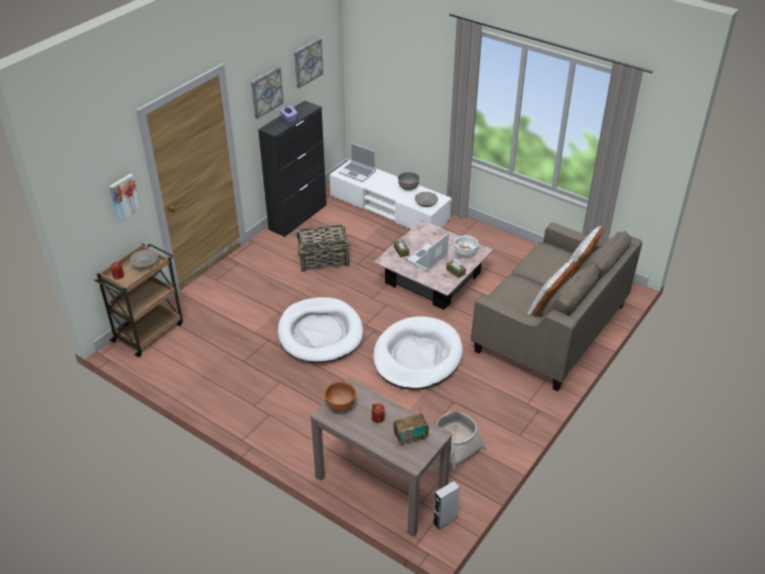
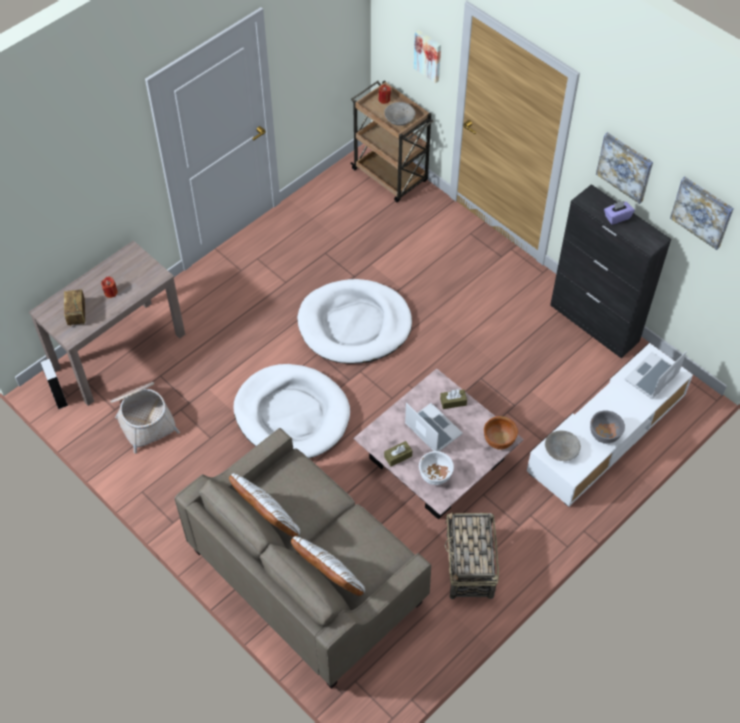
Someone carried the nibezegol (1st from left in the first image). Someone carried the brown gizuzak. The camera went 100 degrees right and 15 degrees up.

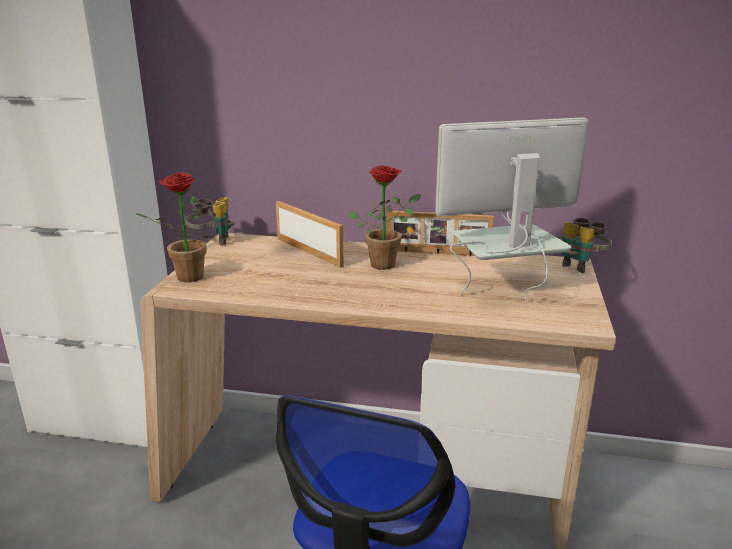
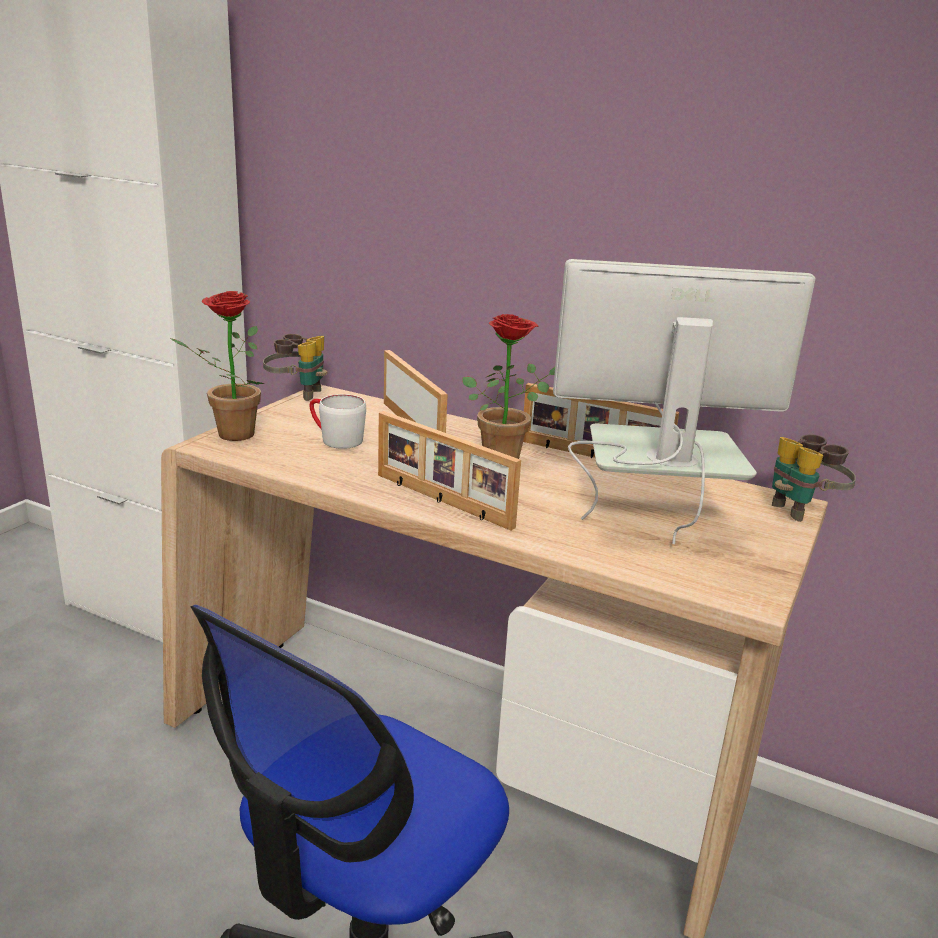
Someone put down the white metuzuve. Someone put down the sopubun (2nd from left). The camera went 15 degrees right and 0 degrees up.

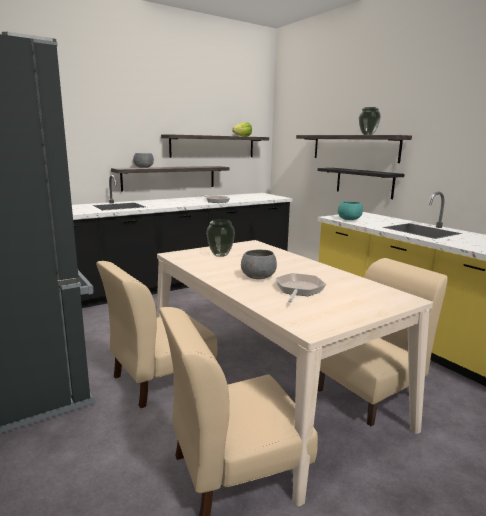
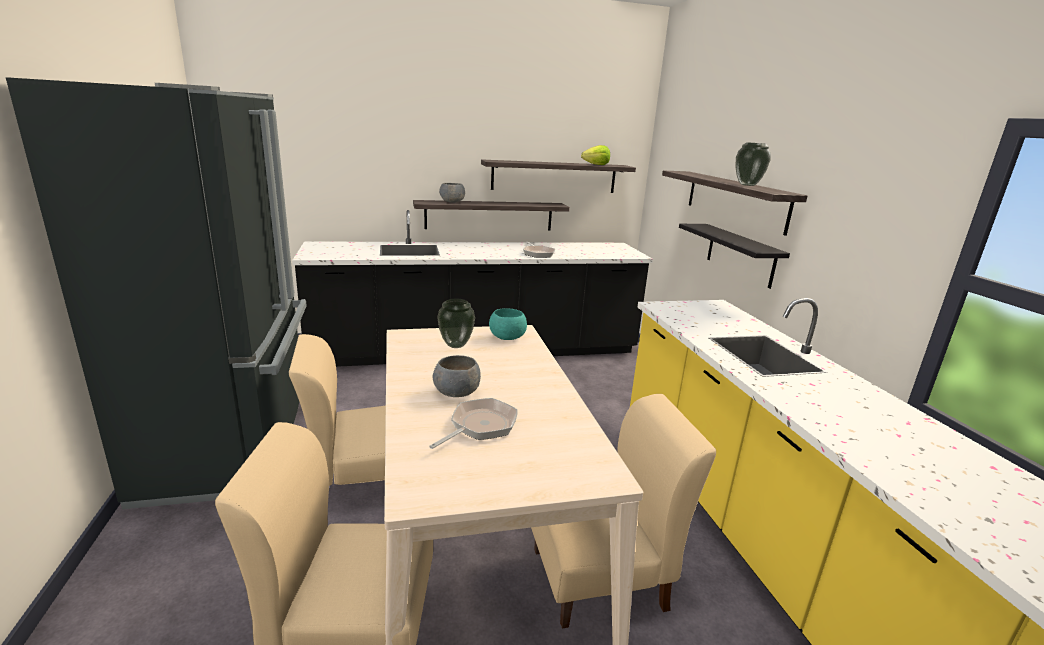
Someone carried the turquoise gizuzak. The camera went 20 degrees right and 5 degrees up.

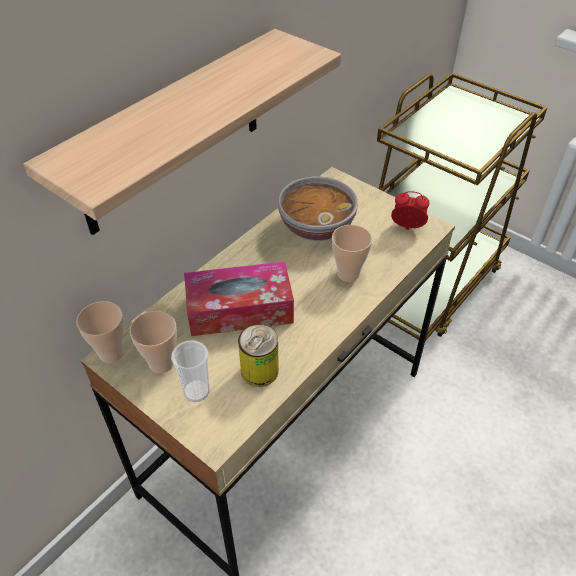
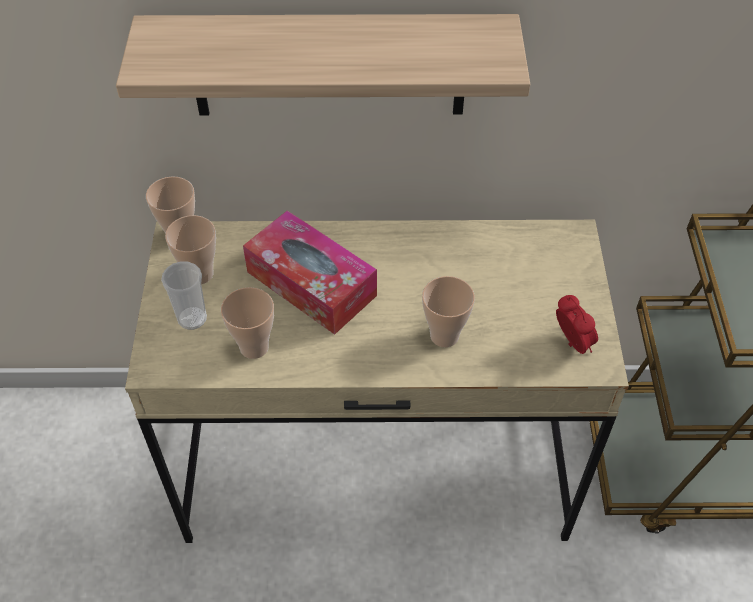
Someone swapped the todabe for the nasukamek (4th from left). Someone took away the gizuzak. The camera went 50 degrees right and 5 degrees up.

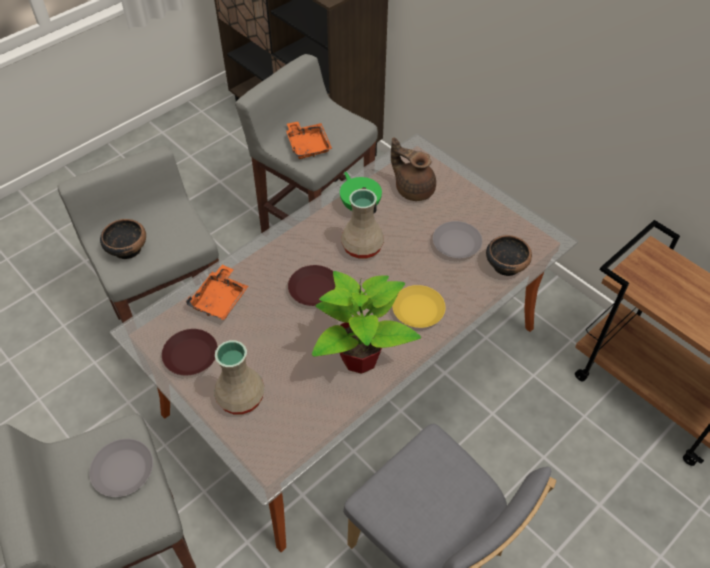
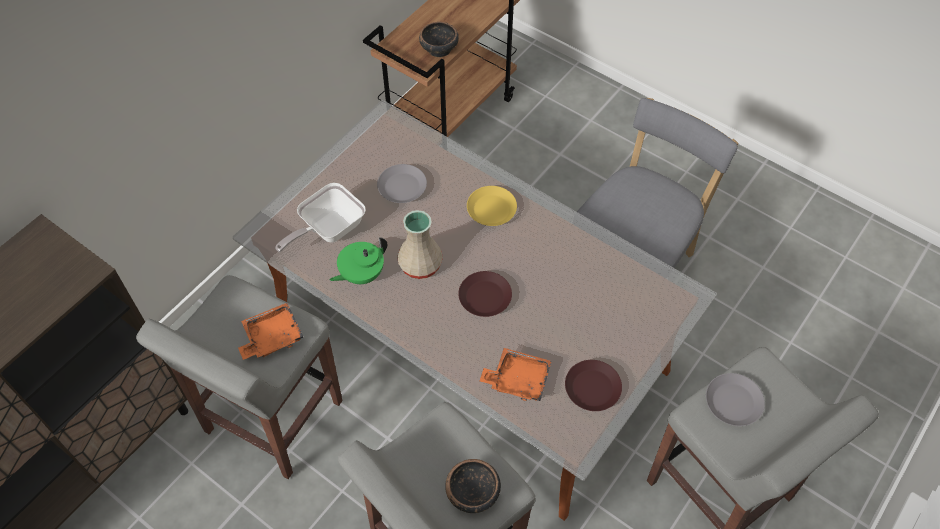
Someone swapped the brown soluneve for the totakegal. Someone carried the gizuzak (2nd from left in the first image). Someone took away the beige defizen (1st from left). Someone took away the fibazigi. The camera went 100 degrees left and 5 degrees up.

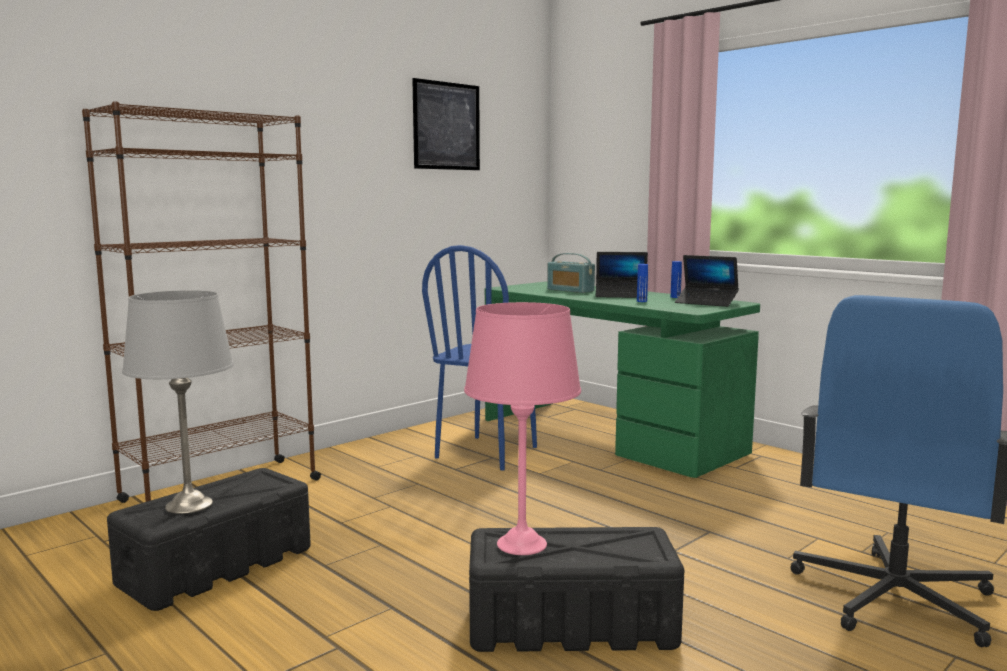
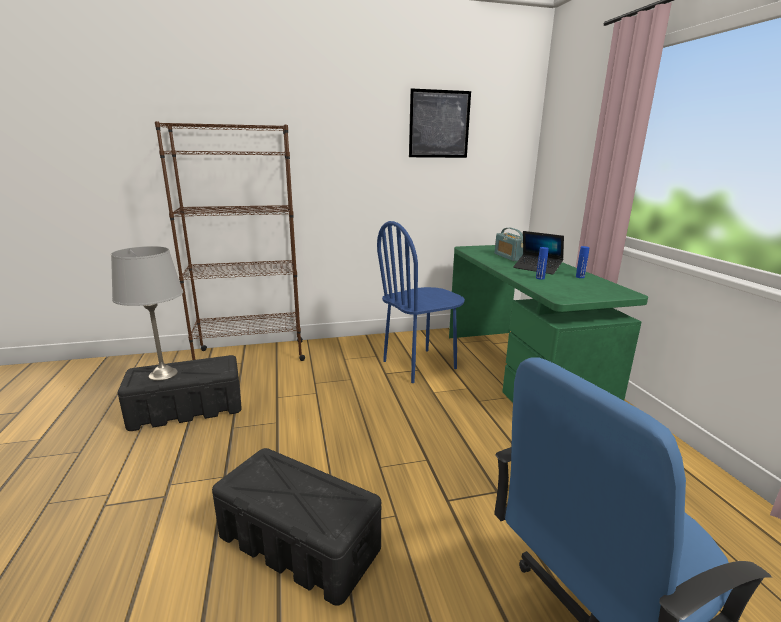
Someone took away the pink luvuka. Someone took away the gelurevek (2nd from left). The camera went 30 degrees right and 10 degrees up.

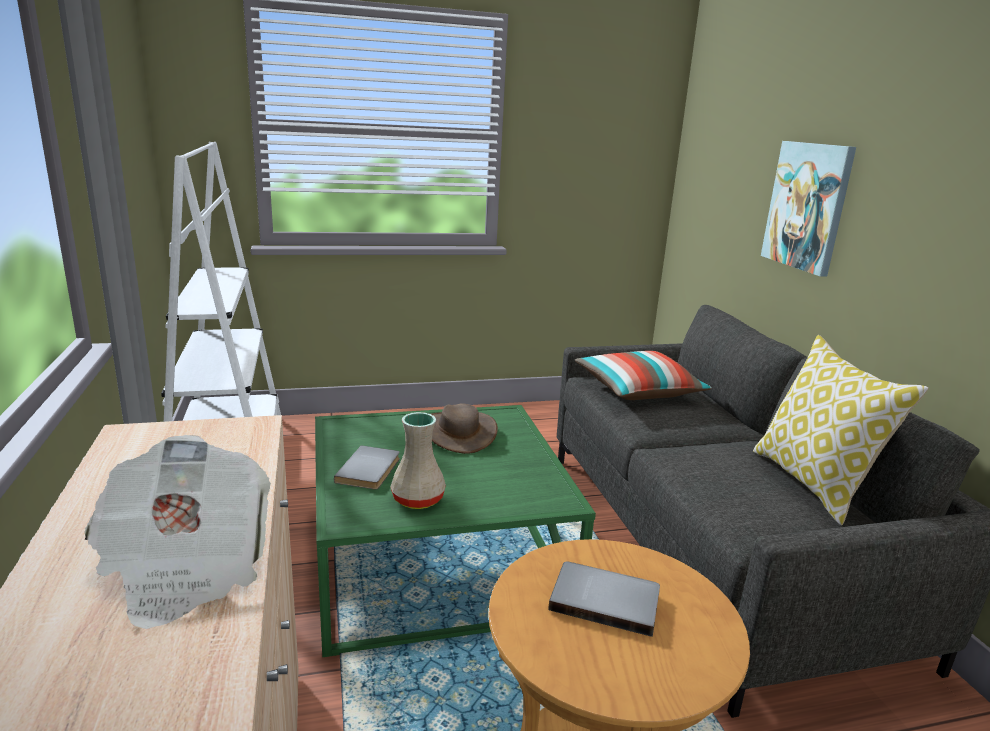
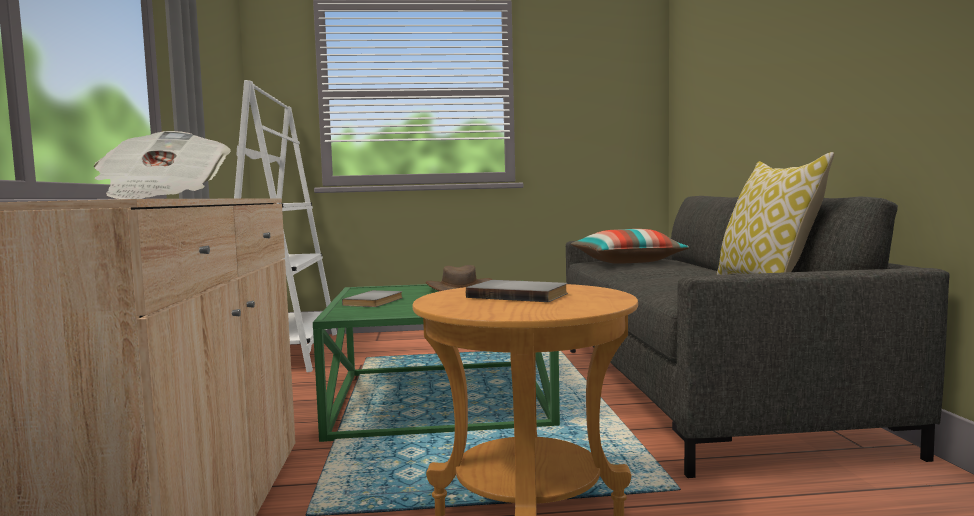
Someone took away the beige defizen. Someone took away the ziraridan. The camera went 10 degrees right and 15 degrees down.

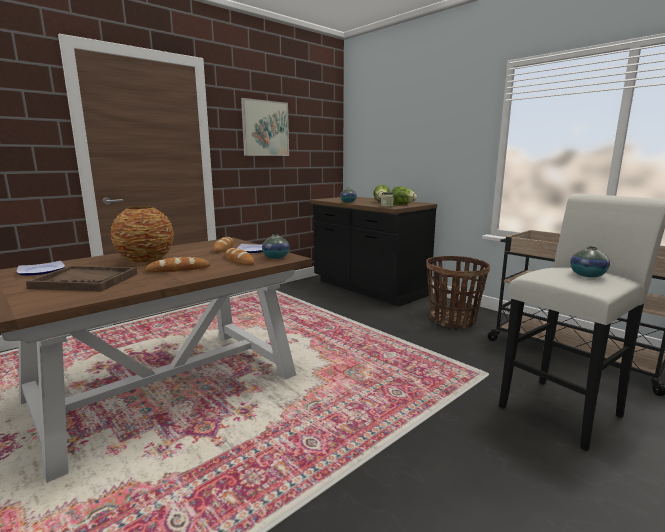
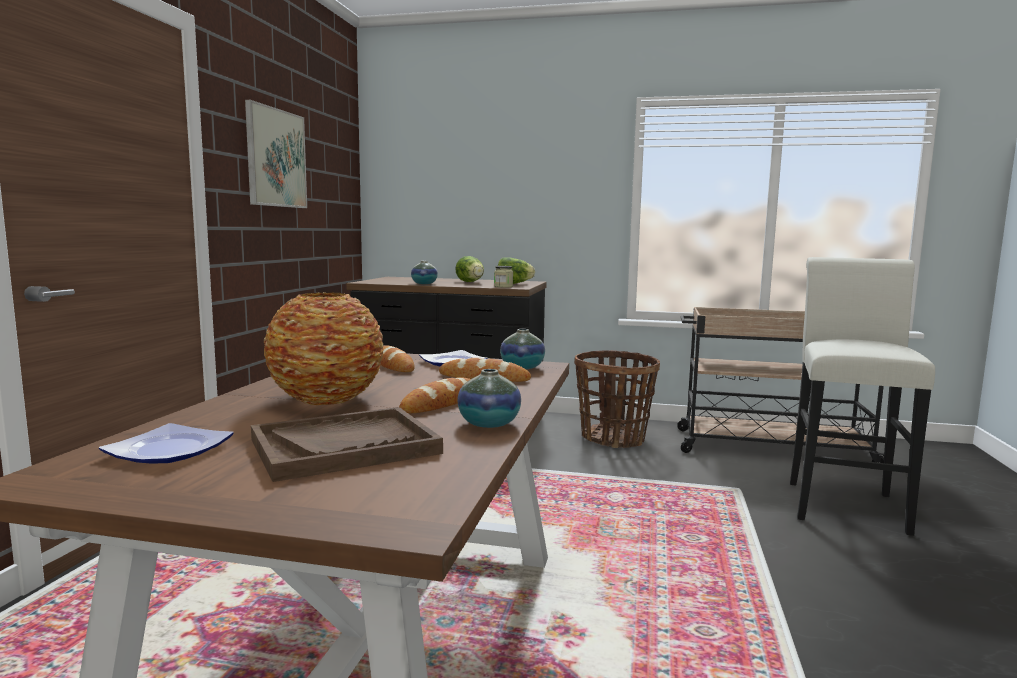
Someone carried the defizen (4th from left in the first image). The camera went 35 degrees left and 5 degrees down.

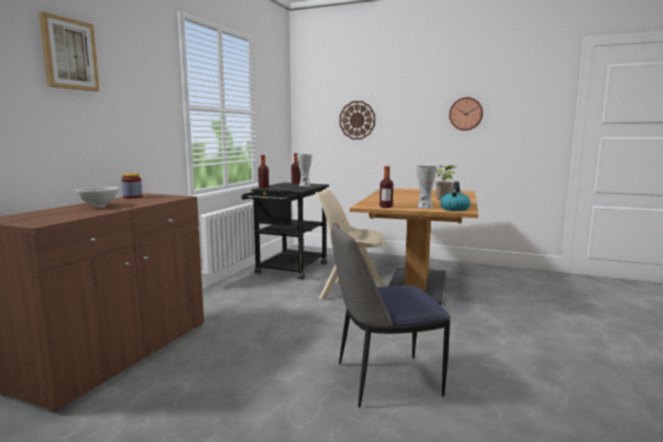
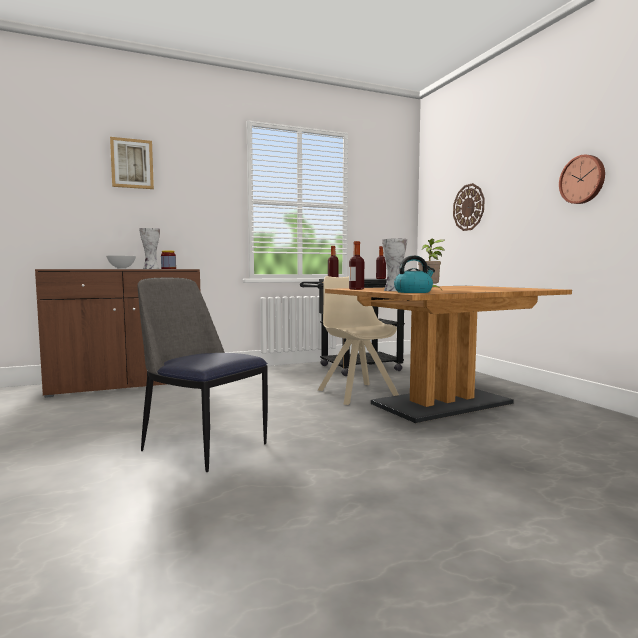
Someone carried the defizen (1st from left). The camera went 45 degrees right and 5 degrees down.

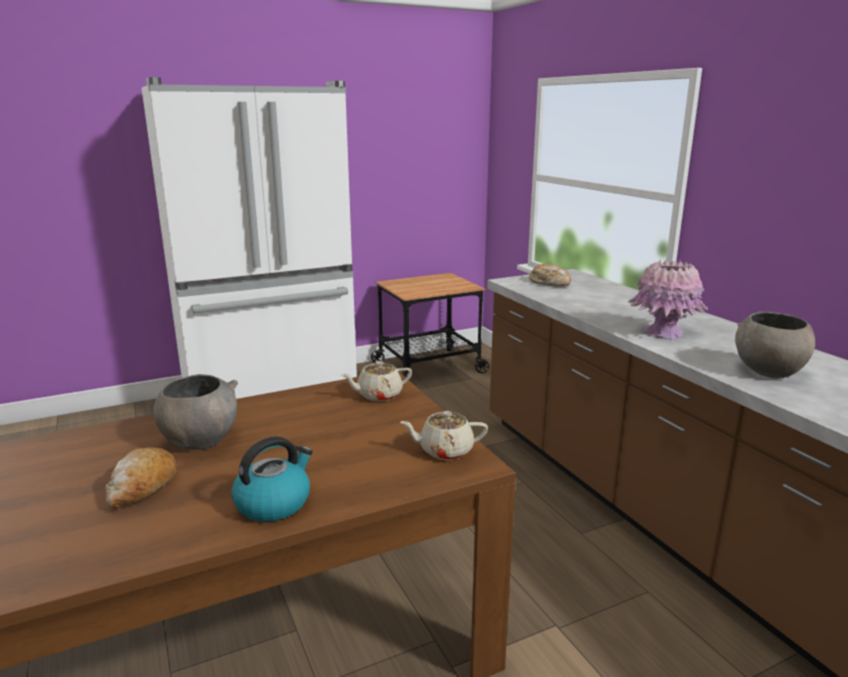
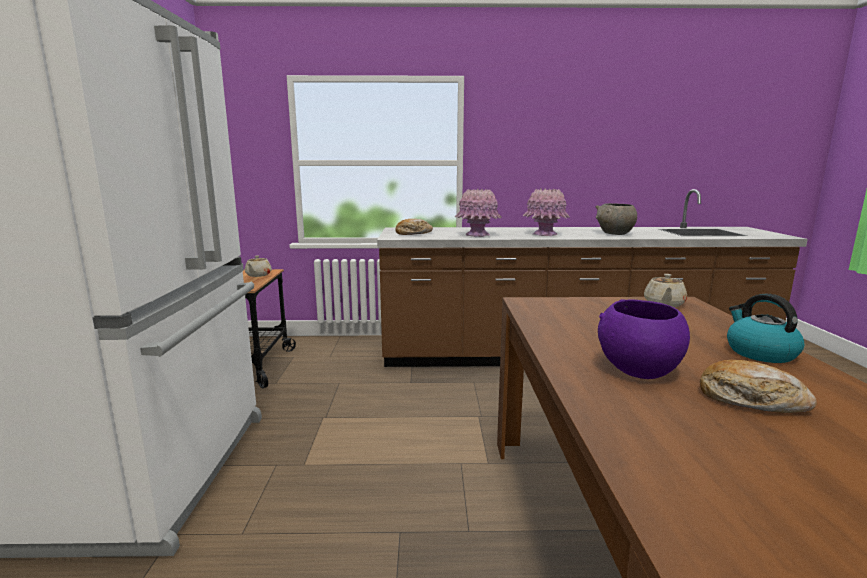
Someone carried the beige soluneve (1st from left). Someone put down the pink defizen (1st from left). Someone repainted the grey gizuzak (1st from left), which became the purple gizuzak. The camera went 65 degrees left and 5 degrees down.

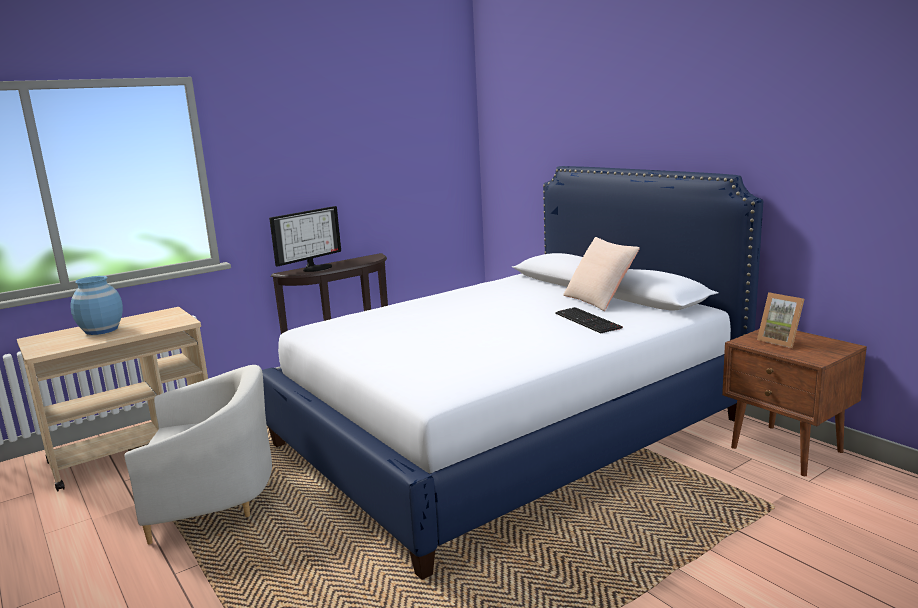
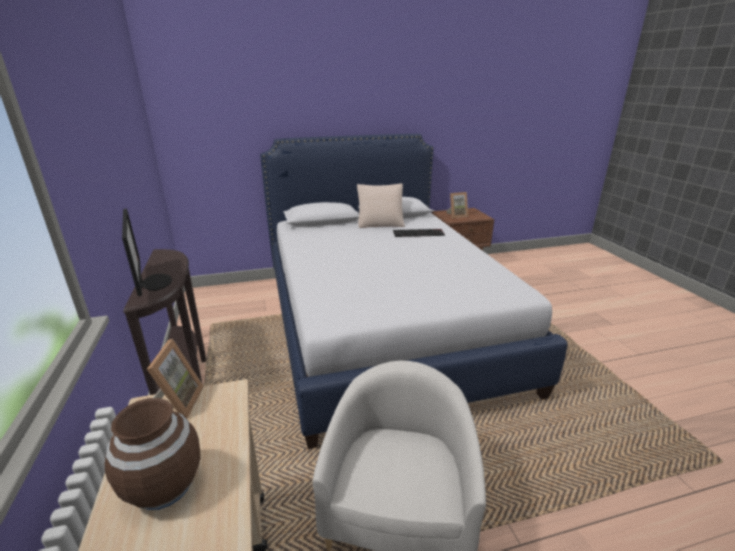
Someone repainted the blue defizen, which became the brown defizen. Someone put down the sopubun (1st from left). The camera went 70 degrees left and 10 degrees up.

